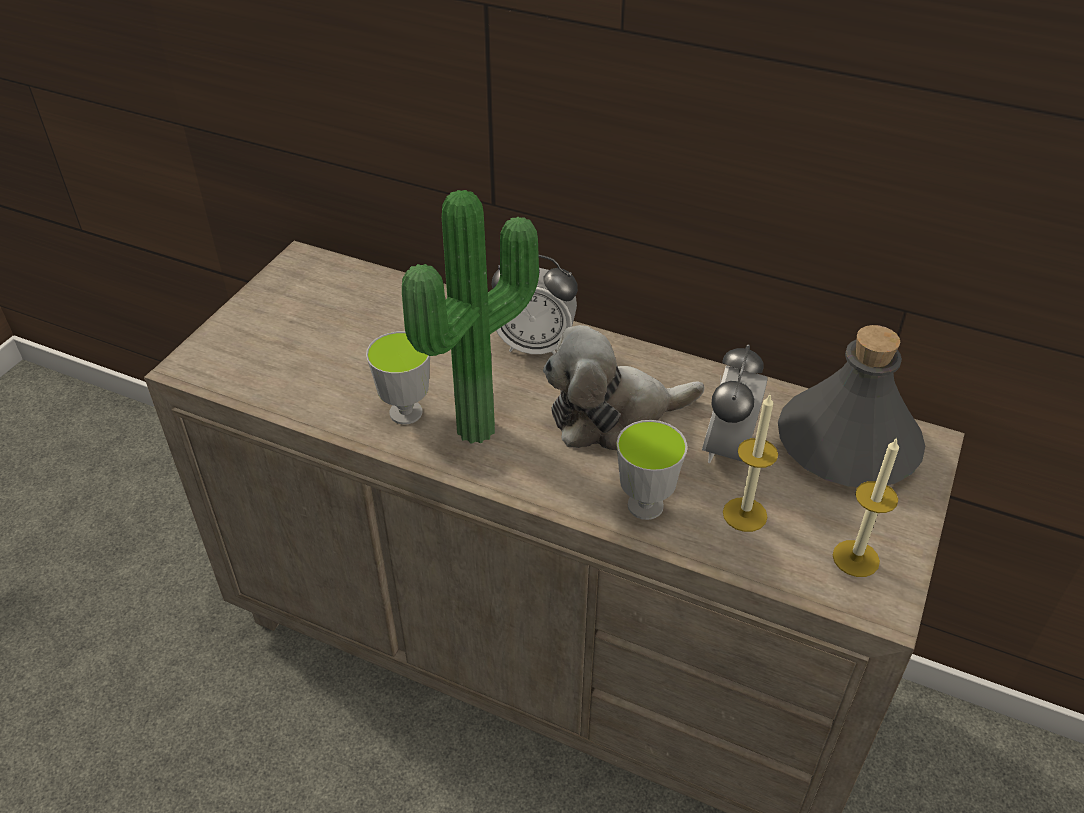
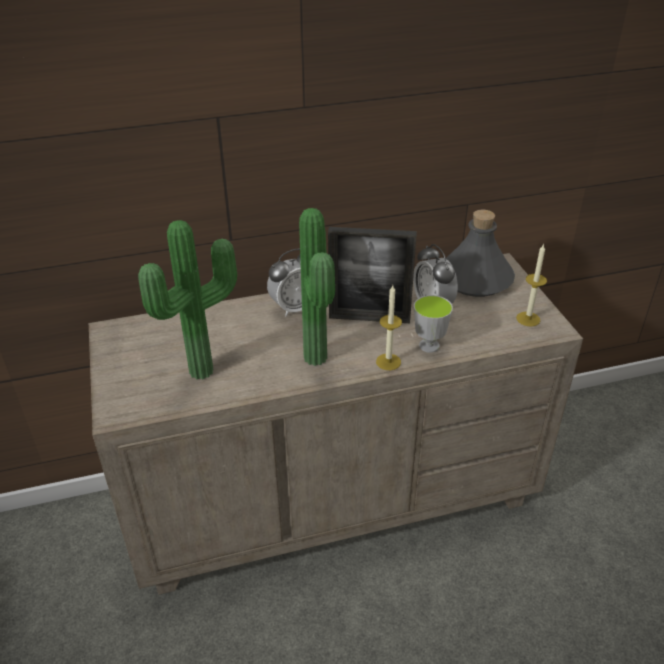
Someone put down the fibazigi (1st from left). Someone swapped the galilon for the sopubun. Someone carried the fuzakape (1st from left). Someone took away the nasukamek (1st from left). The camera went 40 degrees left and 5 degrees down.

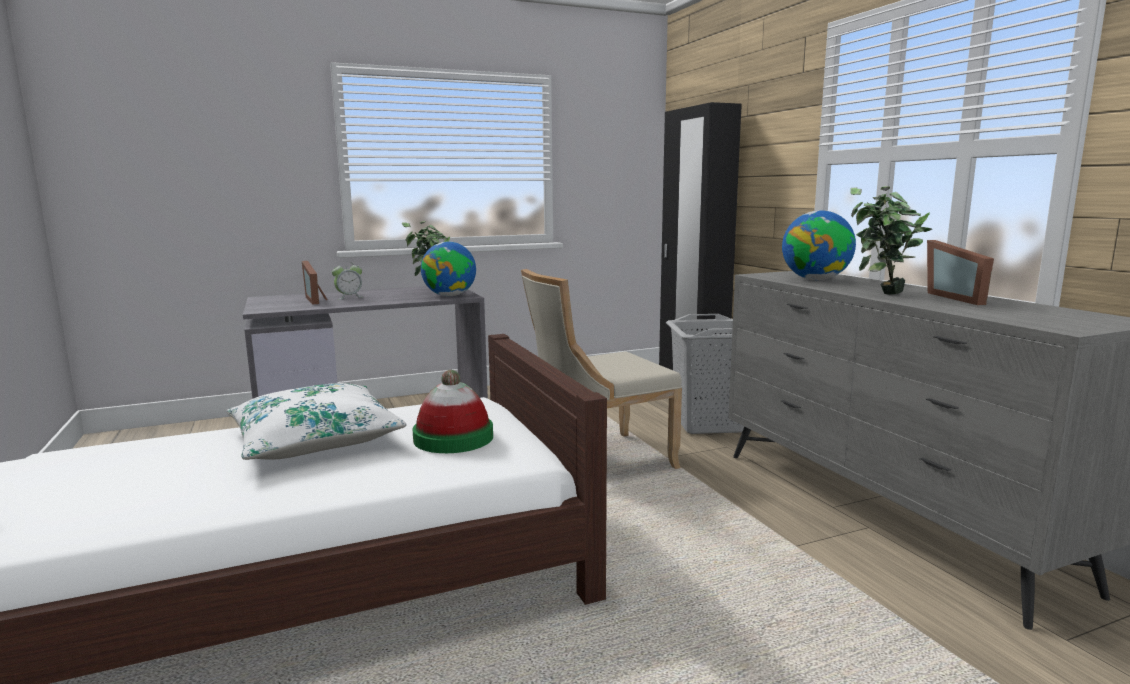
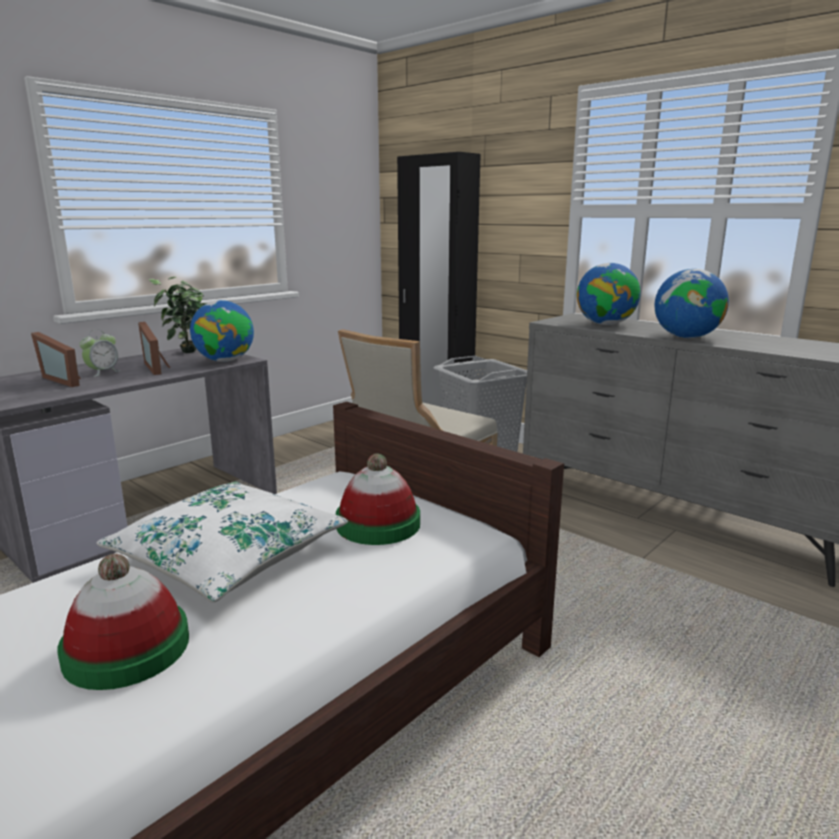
Someone put down the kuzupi (1st from left). Someone carried the sopubun (2nd from left). Someone swapped the fibazigi (2nd from left) for the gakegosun (3rd from left). The camera went 25 degrees left and 5 degrees up.

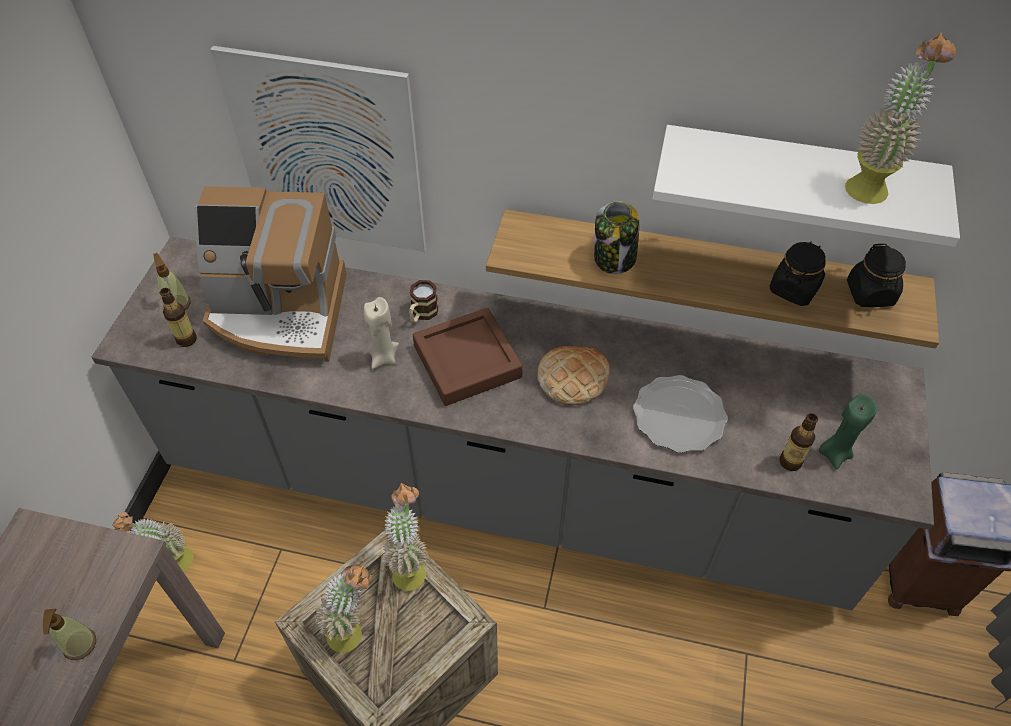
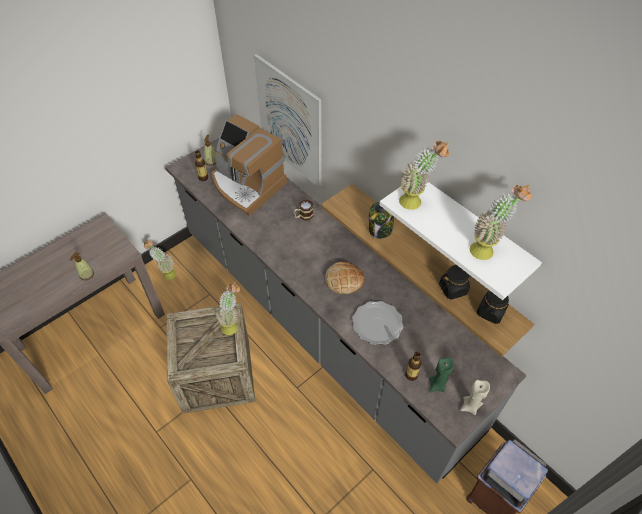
Someone carried the fibazigi (2nd from left in the first image). Someone carried the beige fuzakape. Someone took away the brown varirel. The camera went 35 degrees right and 0 degrees up.

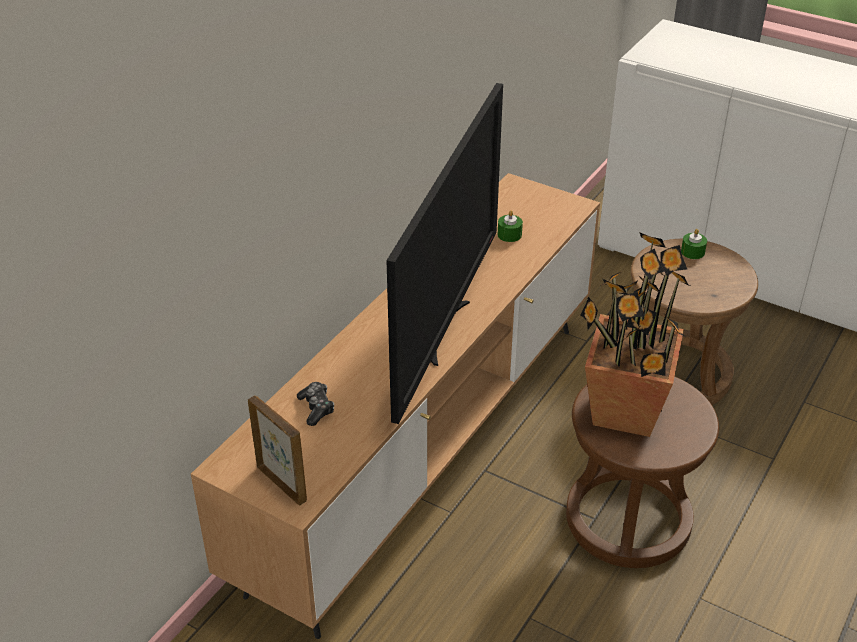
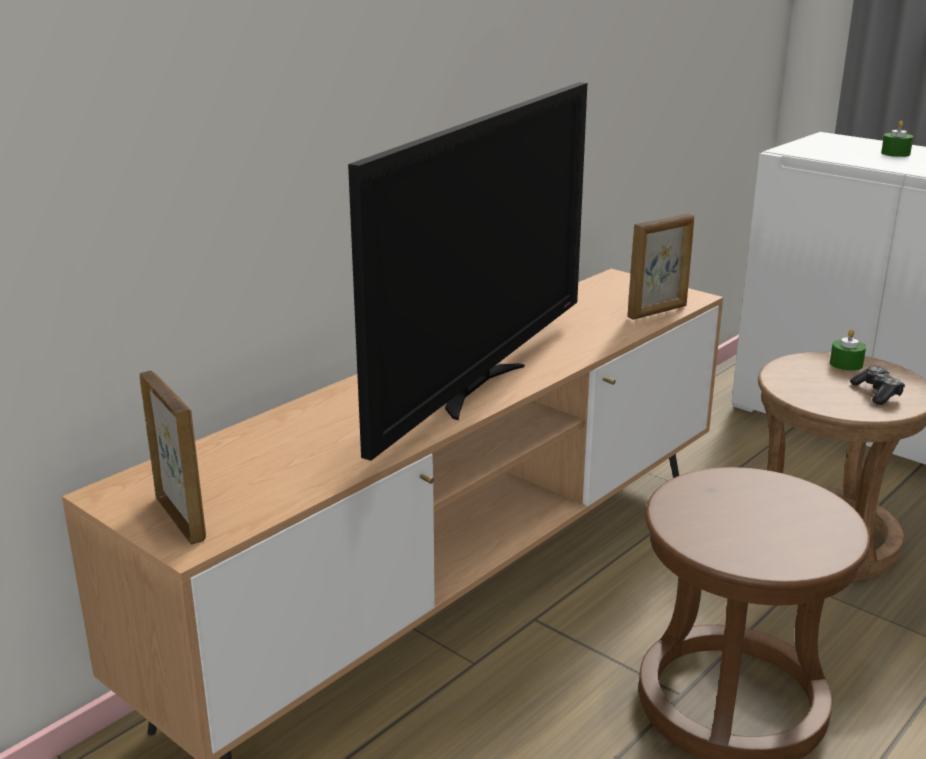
Someone put down the sopubun (2nd from left). Someone carried the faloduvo. Someone carried the green fuzakape (1st from left in the first image). Someone took away the fibazigi. The camera went 10 degrees right and 15 degrees down.

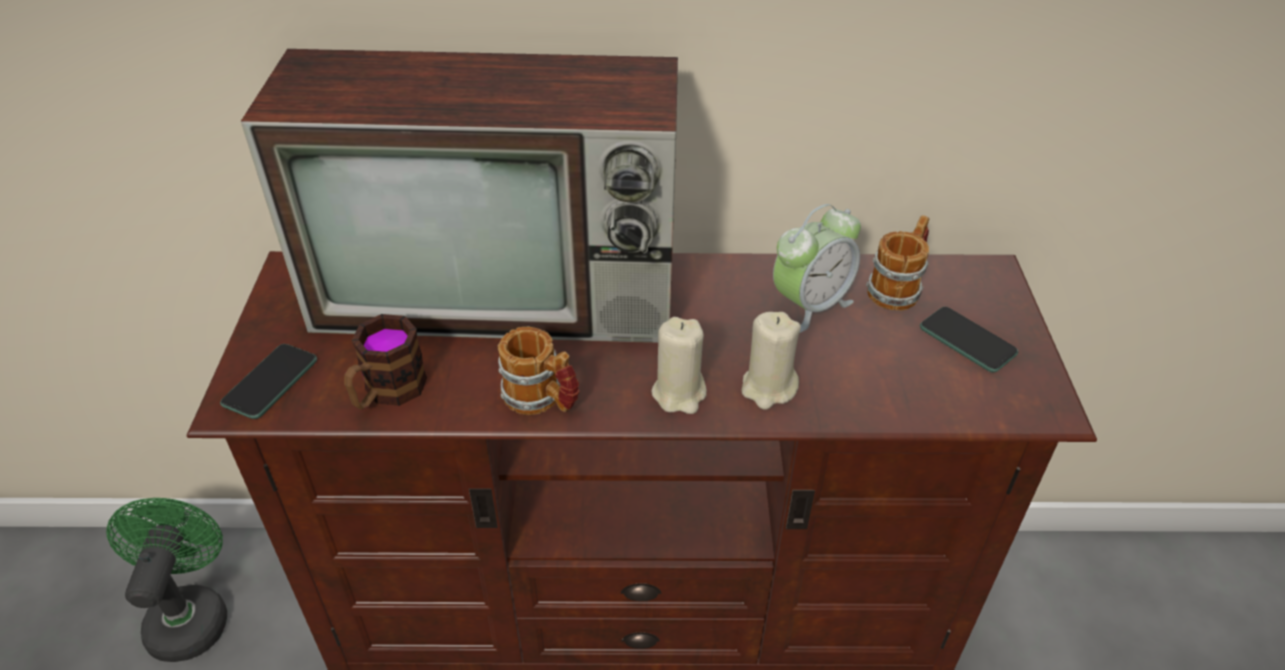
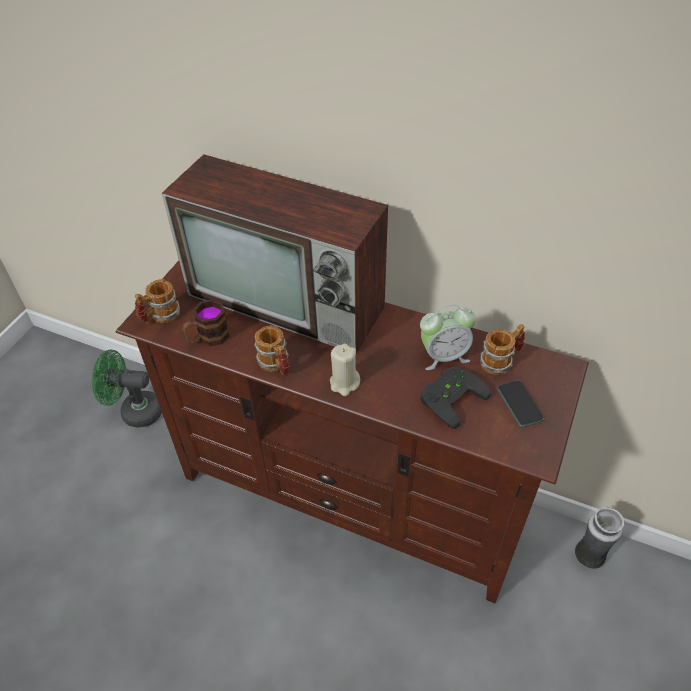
Someone rotated the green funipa by 105 degrees counterclockwise. Someone swapped the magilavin (1st from left) for the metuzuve (1st from left). Someone put down the black faloduvo. Someone put down the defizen. Someone took away the beige fuzakape (2nd from left). The camera went 25 degrees right and 5 degrees up.

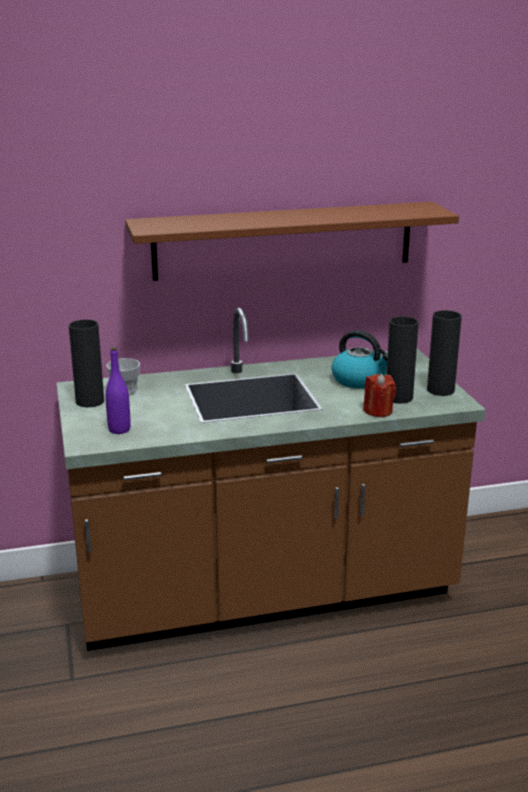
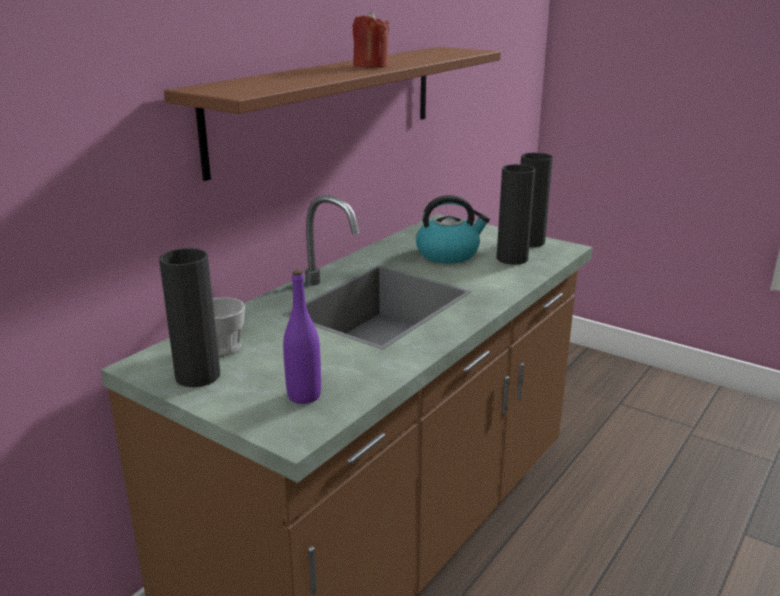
Someone carried the red fuzakape. The camera went 40 degrees left and 0 degrees up.

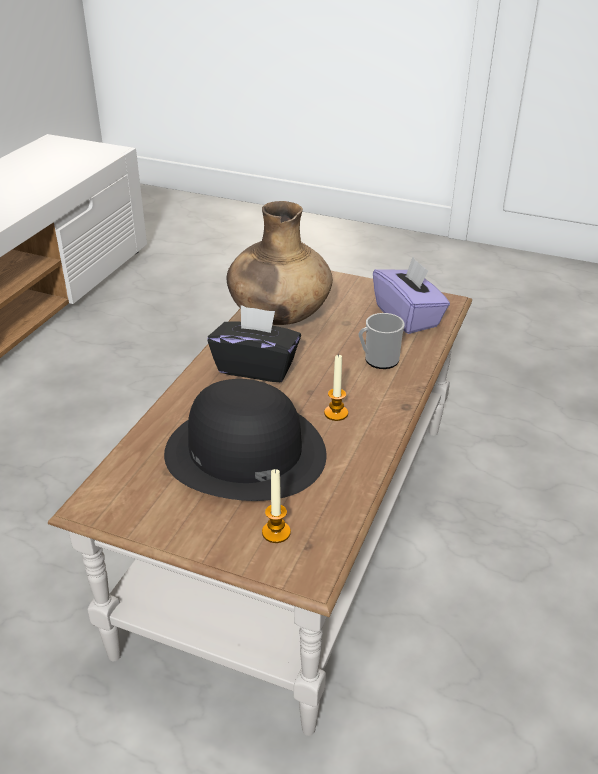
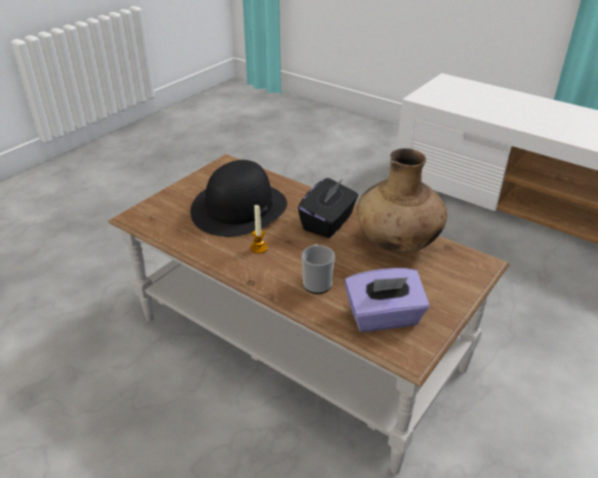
Someone took away the fuzakape (1st from left). The camera went 105 degrees right and 0 degrees up.

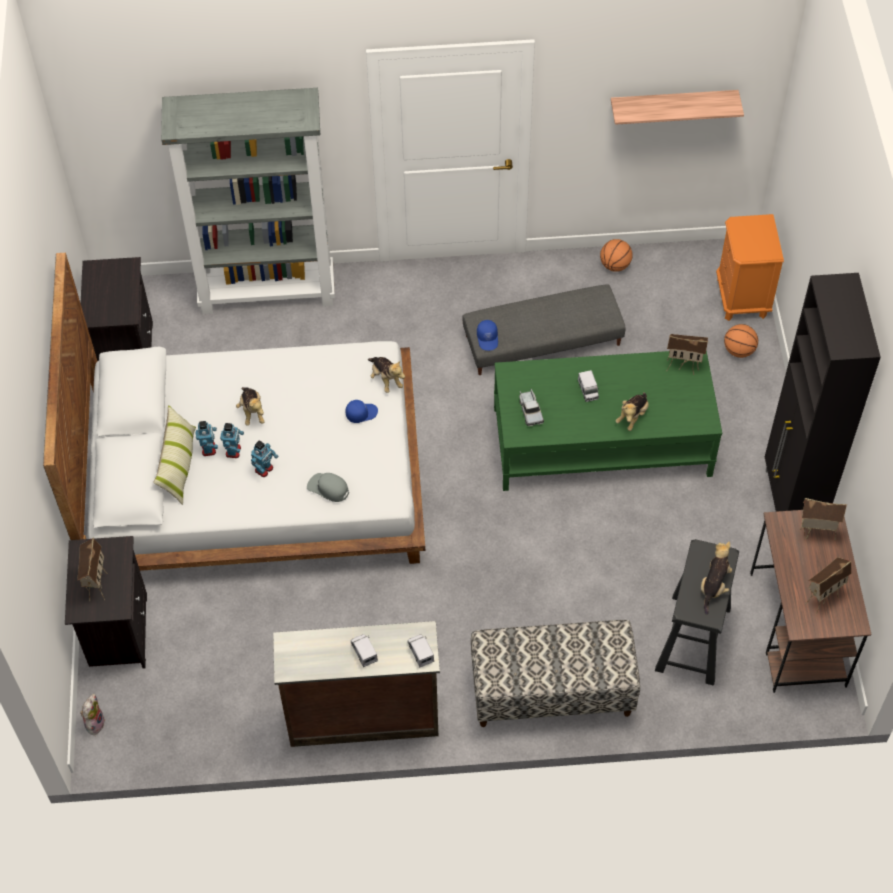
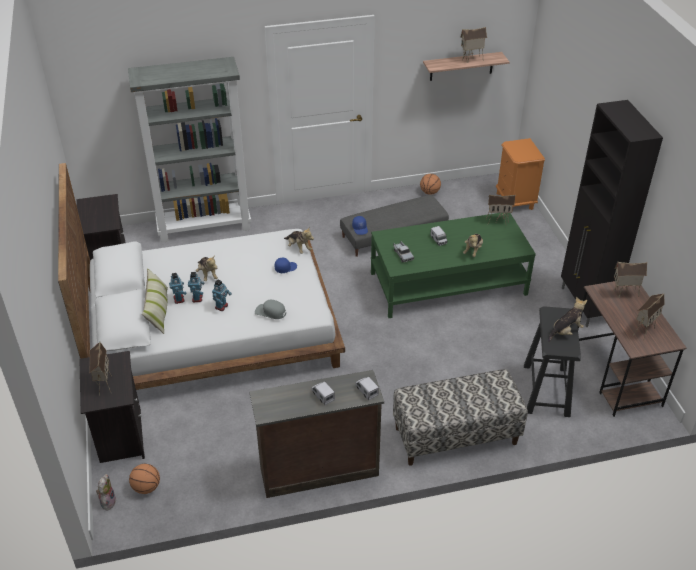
Someone carried the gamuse (2nd from left in the first image). Someone put down the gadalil (2nd from left). Someone rotated the galilon (5th from left) by 45 degrees clockwise. The camera went 10 degrees left and 15 degrees down.

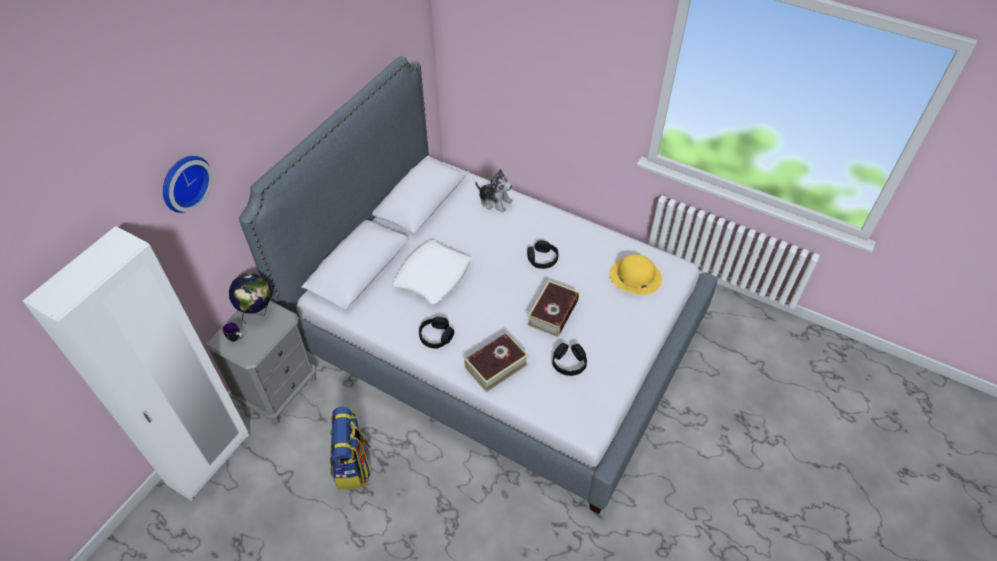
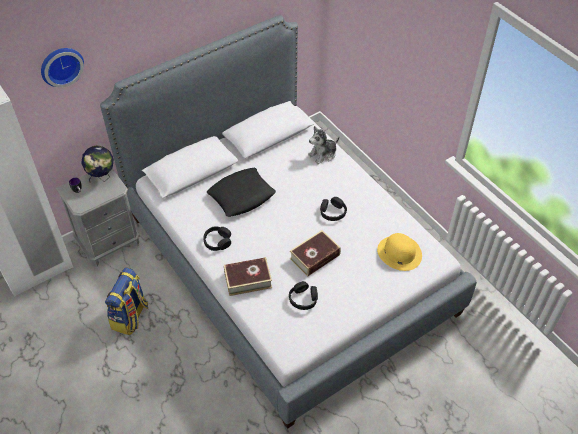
Someone repainted the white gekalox, which became the black gekalox. Someone rotated the galilon by 90 degrees clockwise. The camera went 25 degrees right and 0 degrees up.

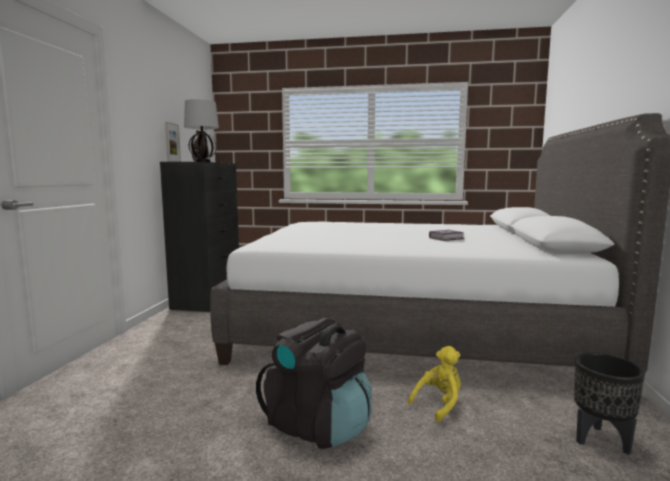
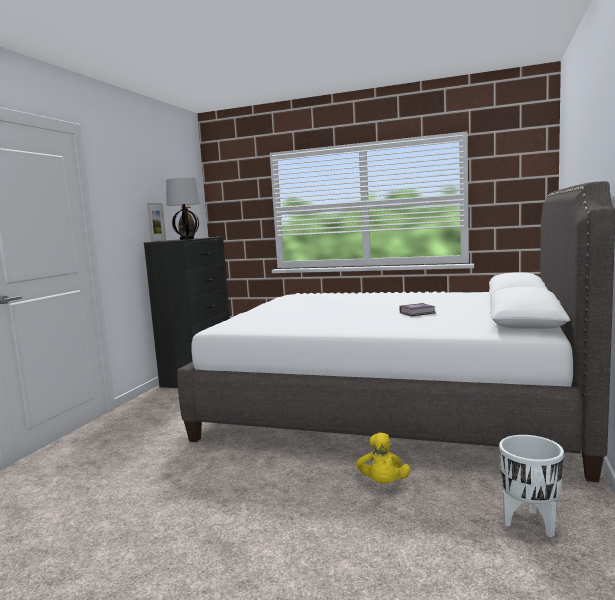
Someone rotated the yellow galilon by 120 degrees clockwise. Someone repainted the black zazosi, which became the white zazosi. Someone took away the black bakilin. The camera went 10 degrees right and 0 degrees up.

